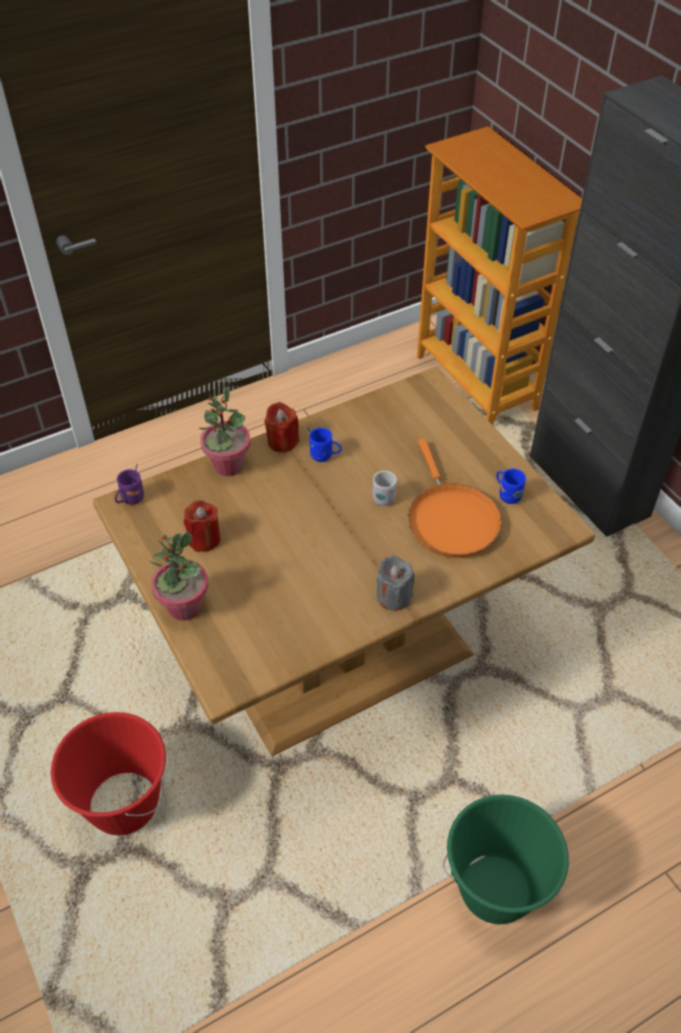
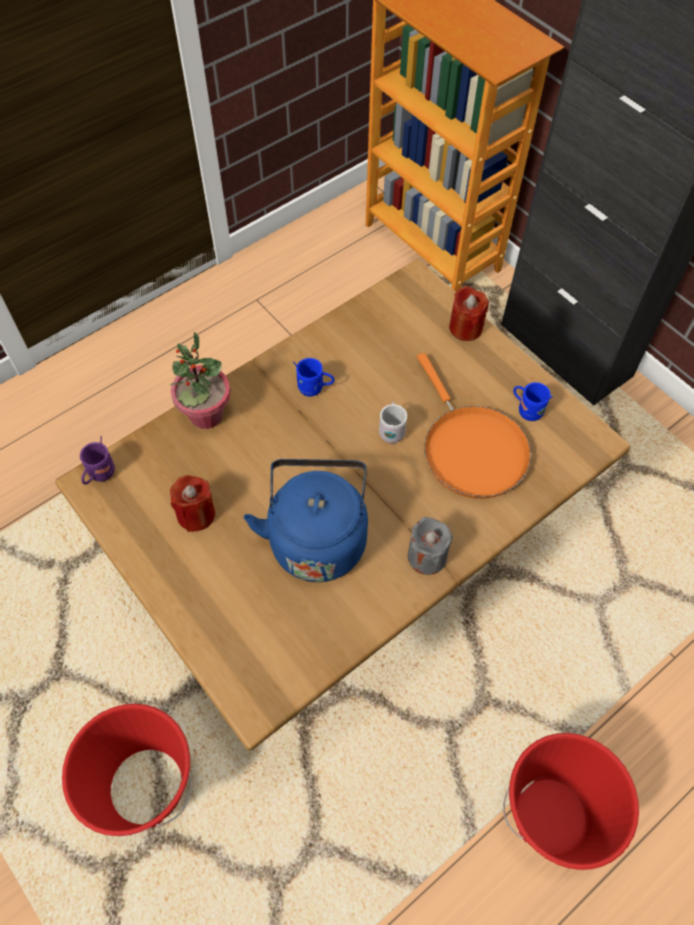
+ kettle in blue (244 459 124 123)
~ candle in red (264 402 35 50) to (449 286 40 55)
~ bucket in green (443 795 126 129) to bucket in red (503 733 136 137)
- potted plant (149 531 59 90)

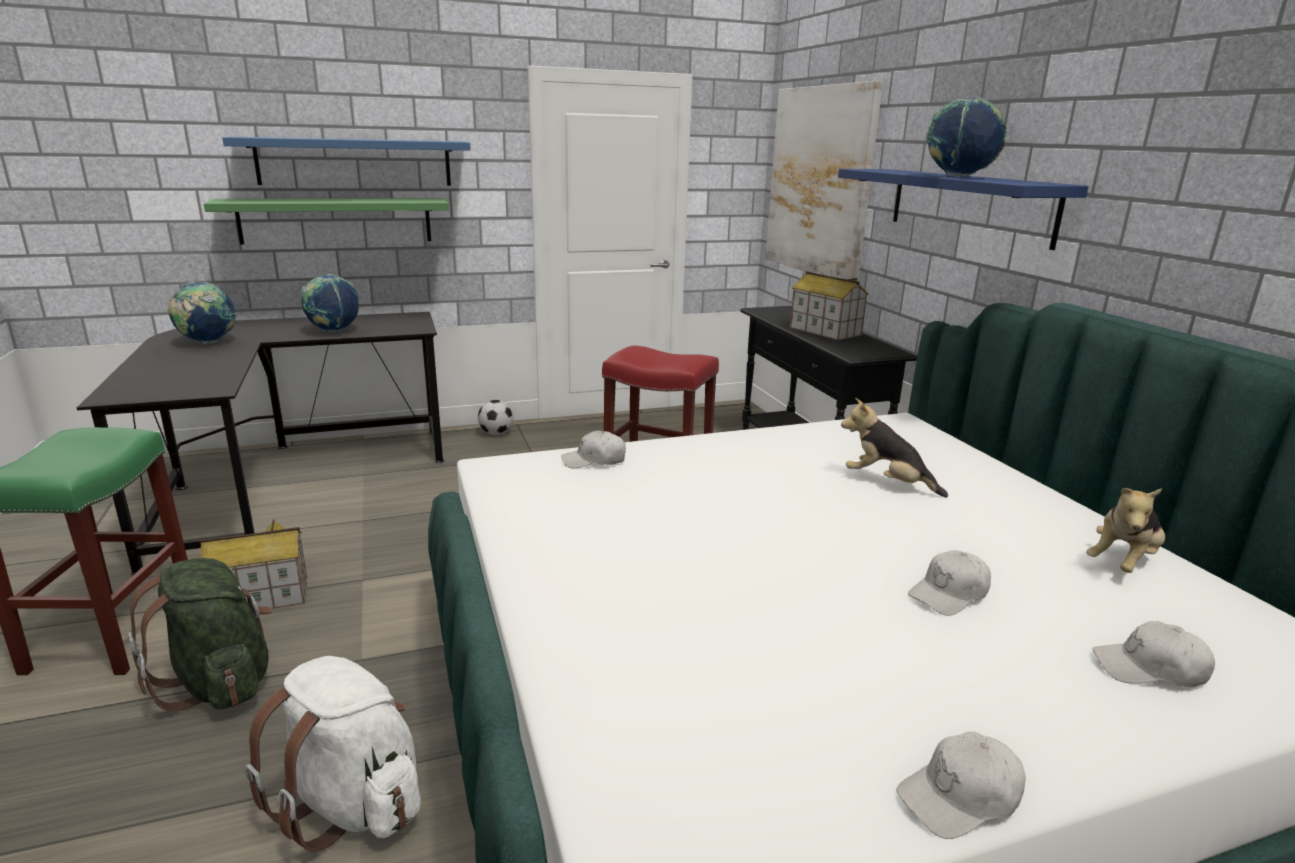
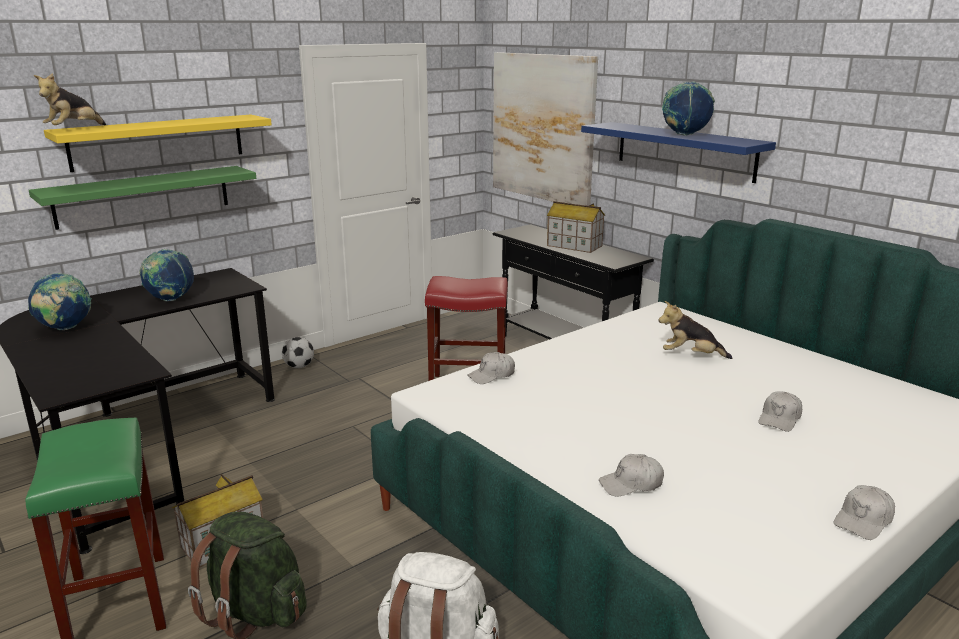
~ plush toy (1086 488 79 85) to (34 73 72 52)
~ shelf in blue (222 137 249 49) to shelf in yellow (44 115 228 57)
~ cap in white (1092 621 123 66) to (599 454 65 42)

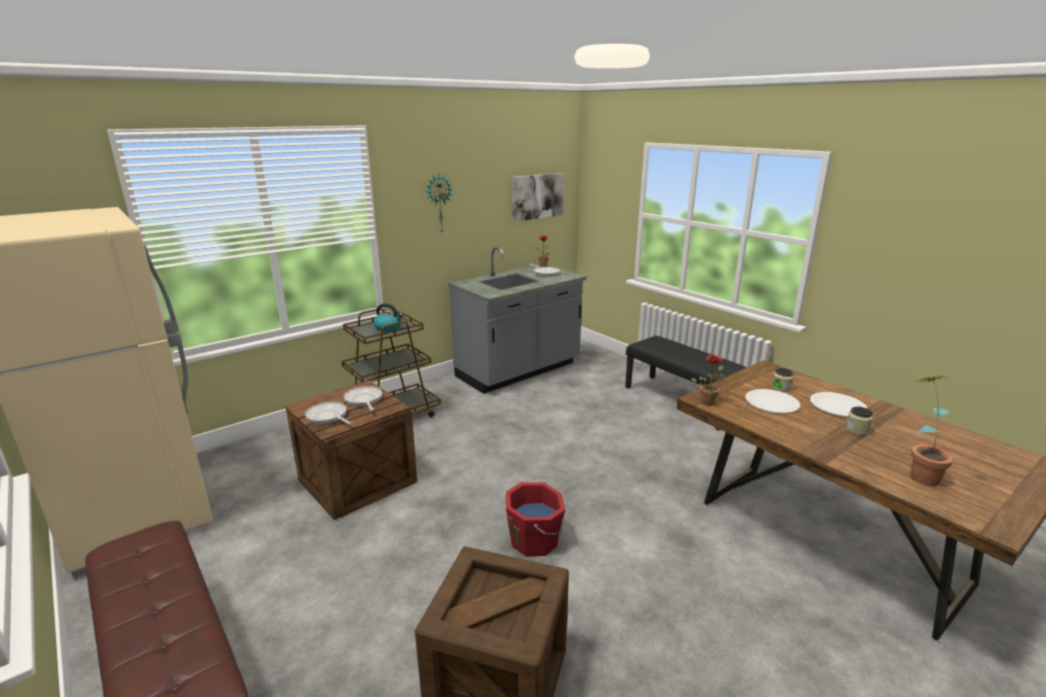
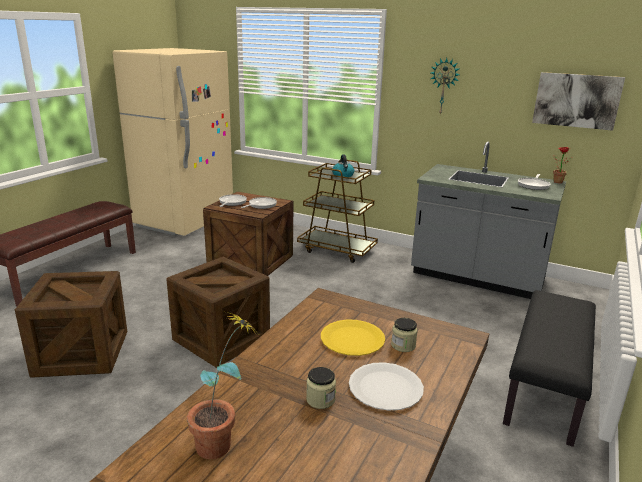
~ bucket in red (506 482 60 75) to crate (166 257 104 111)
~ plate in white (745 389 55 24) to plate in yellow (321 320 64 36)
- potted plant (691 355 34 51)

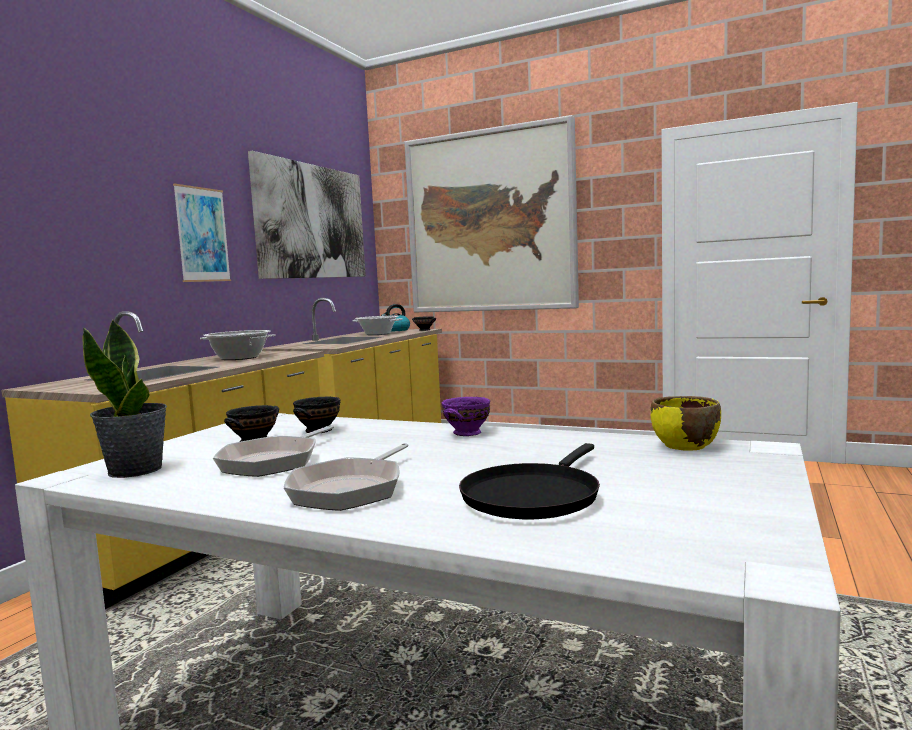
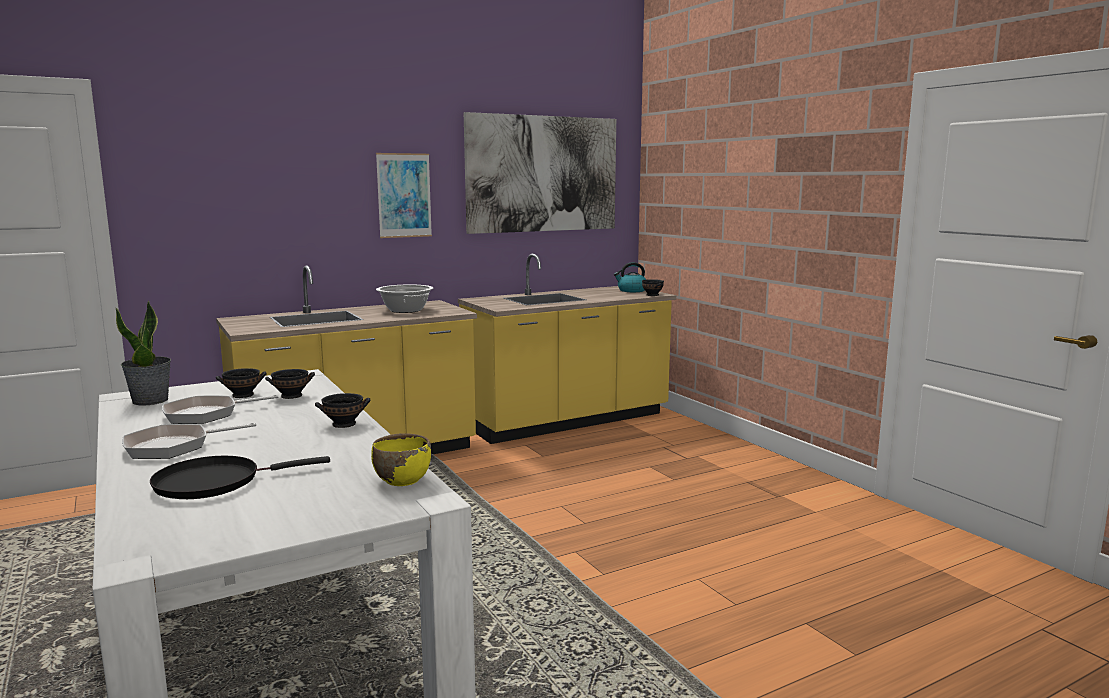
~ bowl in purple (442 397 48 39) to bowl in black (315 393 55 35)
- cooking pot (352 316 51 19)
- picture (404 115 175 197)

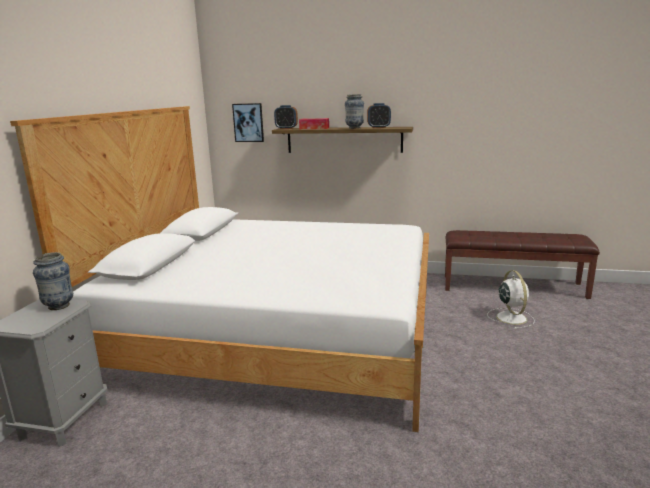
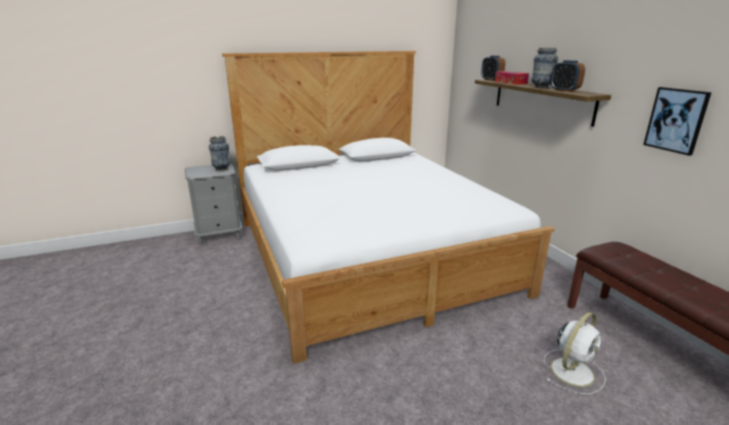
~ picture (232 103 32 39) to (643 87 69 69)

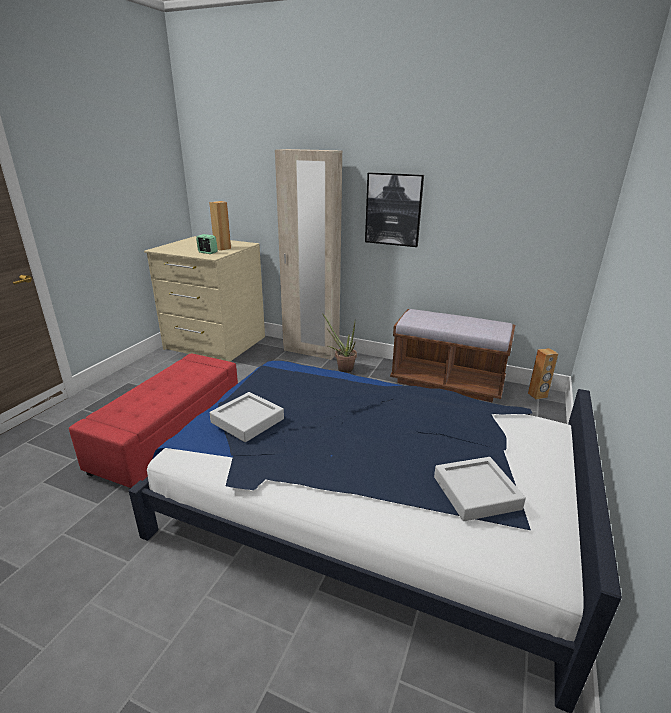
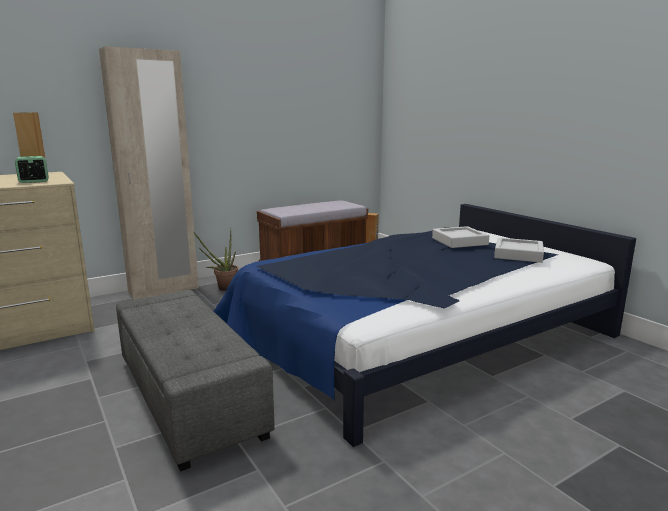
~ ottoman in red (69 353 169 135) to ottoman in grey (116 290 159 181)
~ tray in grey (210 392 74 50) to (432 226 57 22)
- picture (365 172 59 75)

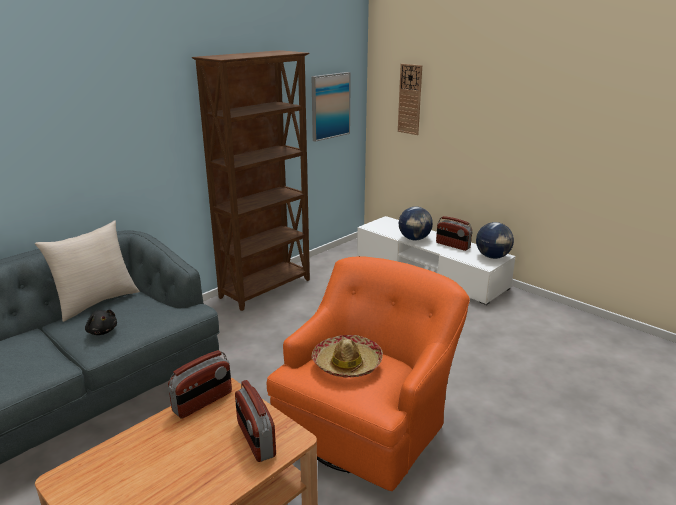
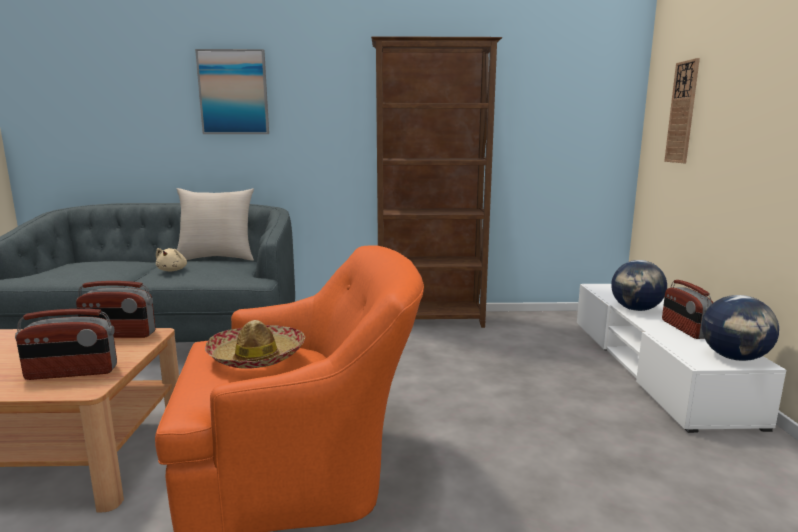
~ radio (235 380 41 82) = (15 309 102 71) 120 degrees counterclockwise
~ plush toy in black (85 309 32 26) to plush toy in beige (156 248 31 23)
~ picture (311 72 40 70) to (195 49 74 85)

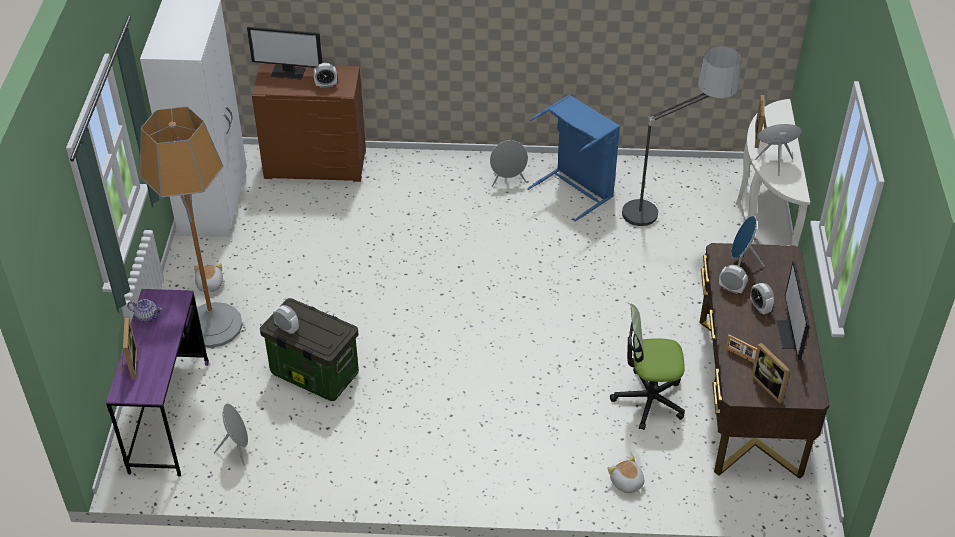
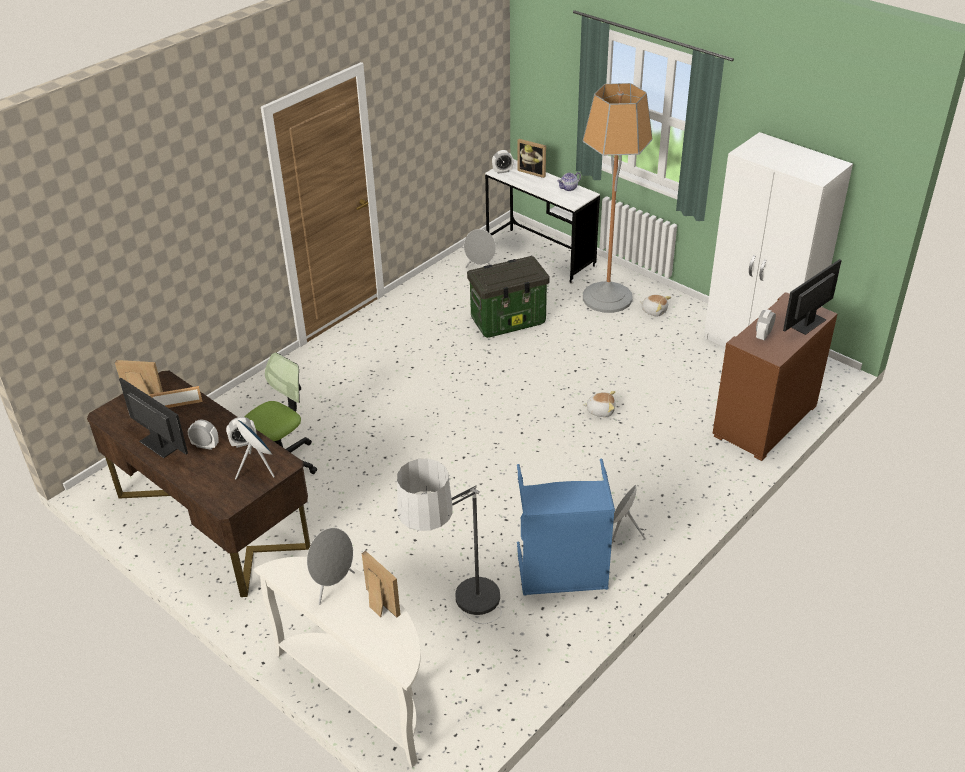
~ desk in purple (106 289 103 187) to desk in white (485 159 115 125)
~ alarm clock (273 305 26 29) to (492 150 21 24)
~ plush toy (607 455 37 38) to (583 391 33 26)

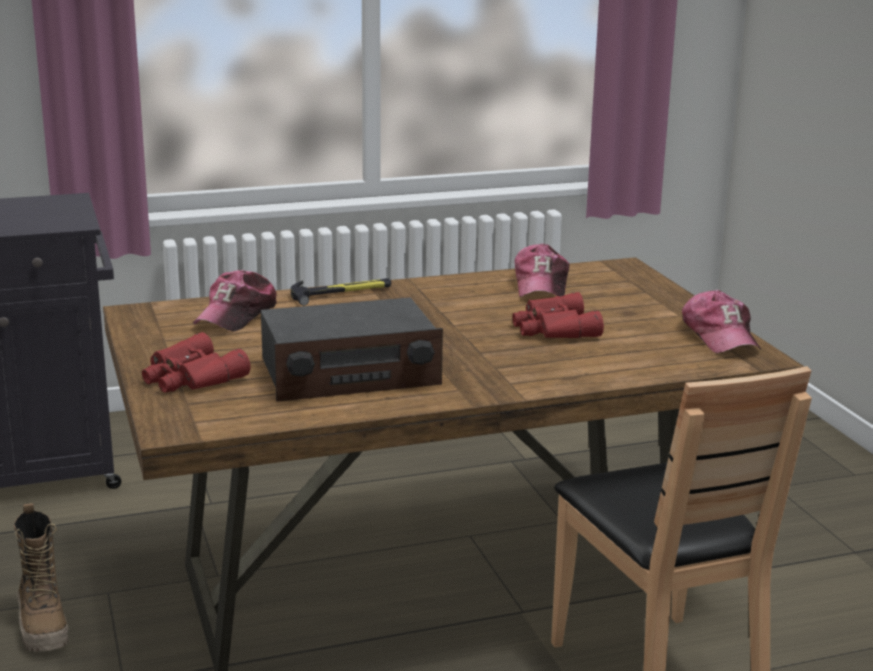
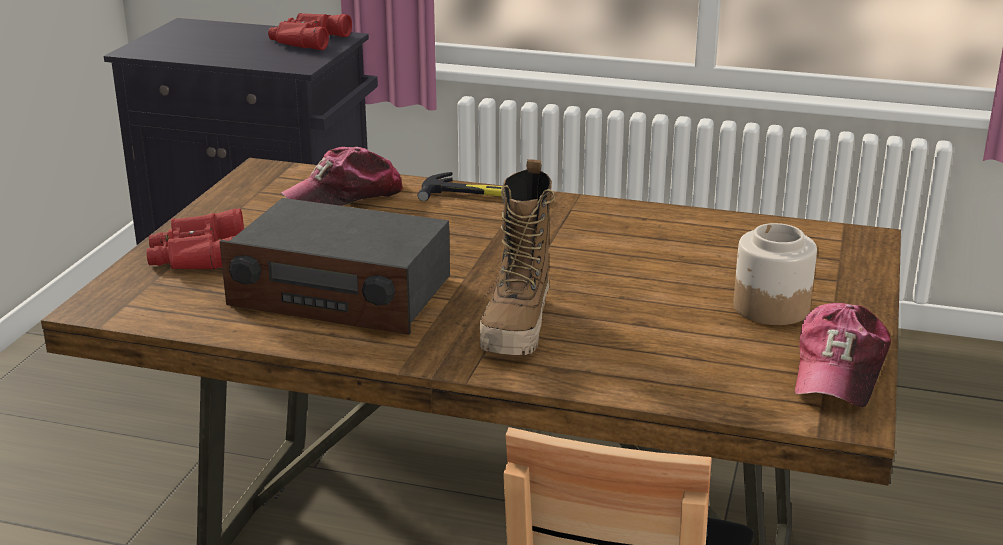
~ binoculars in red (512 292 92 46) to (268 13 84 37)
~ boot (14 503 55 149) to (480 159 75 196)
+ jar (733 223 84 102)
- cap (515 243 55 54)

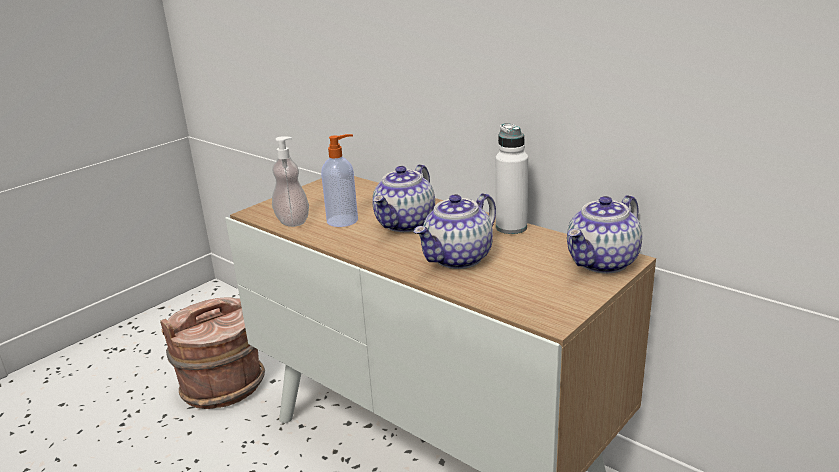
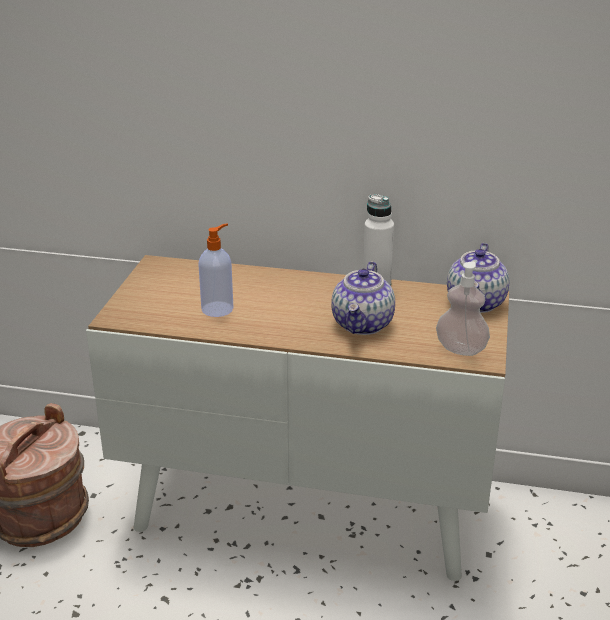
~ soap dispenser (272 136 37 91) to (436 262 54 94)
- teapot (372 164 63 68)

